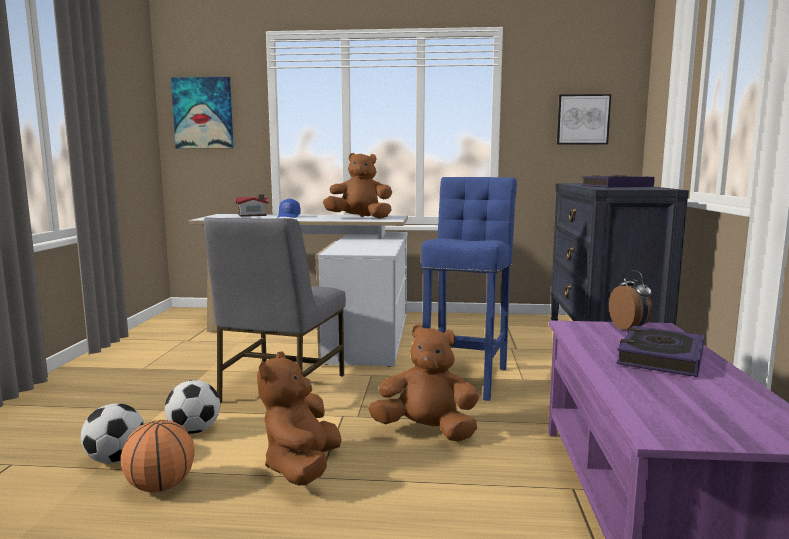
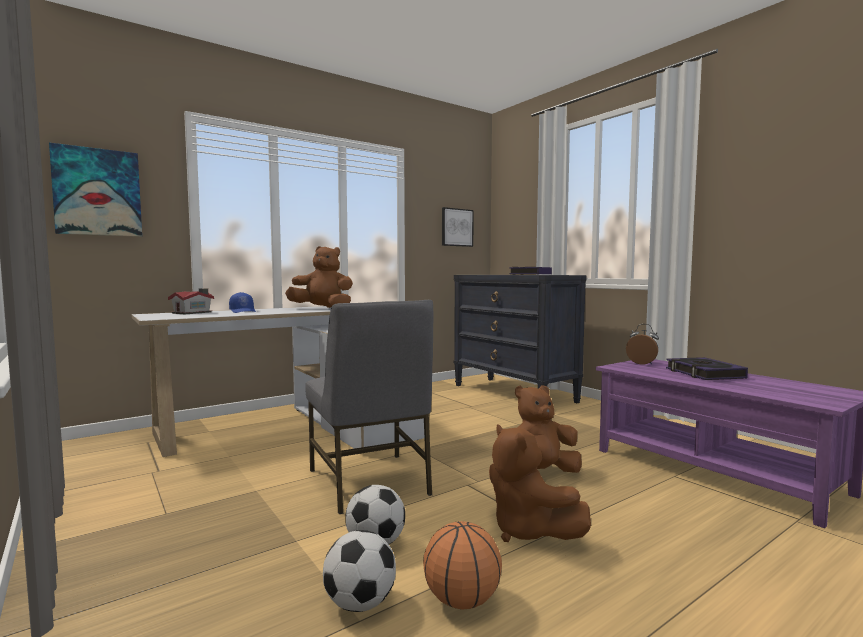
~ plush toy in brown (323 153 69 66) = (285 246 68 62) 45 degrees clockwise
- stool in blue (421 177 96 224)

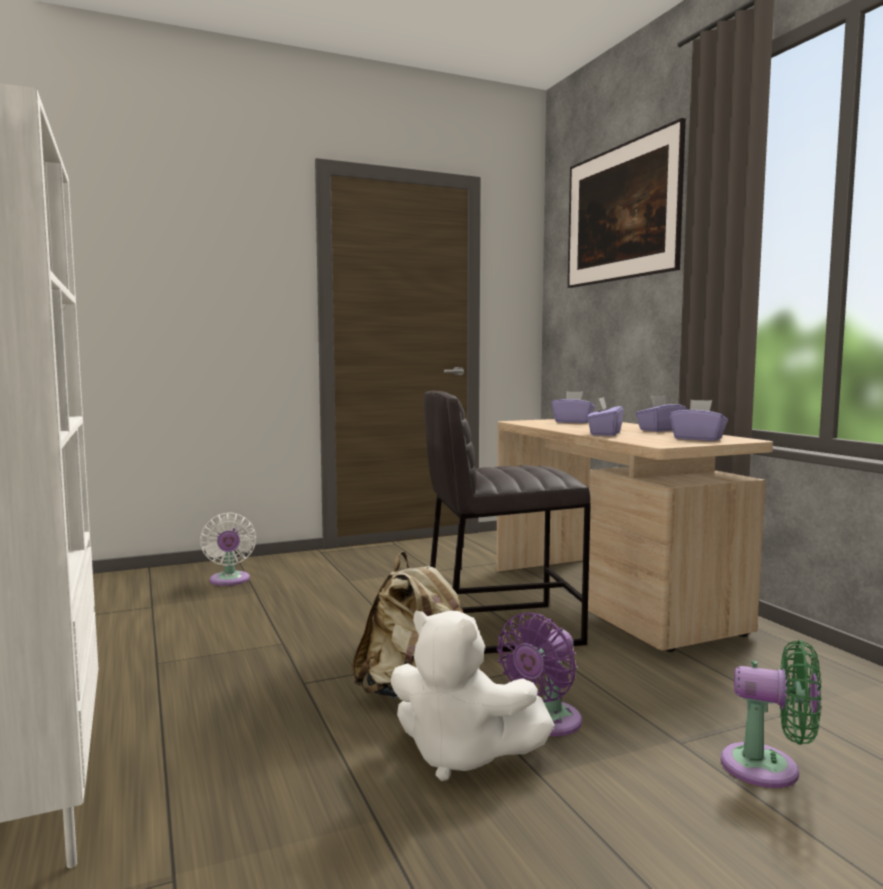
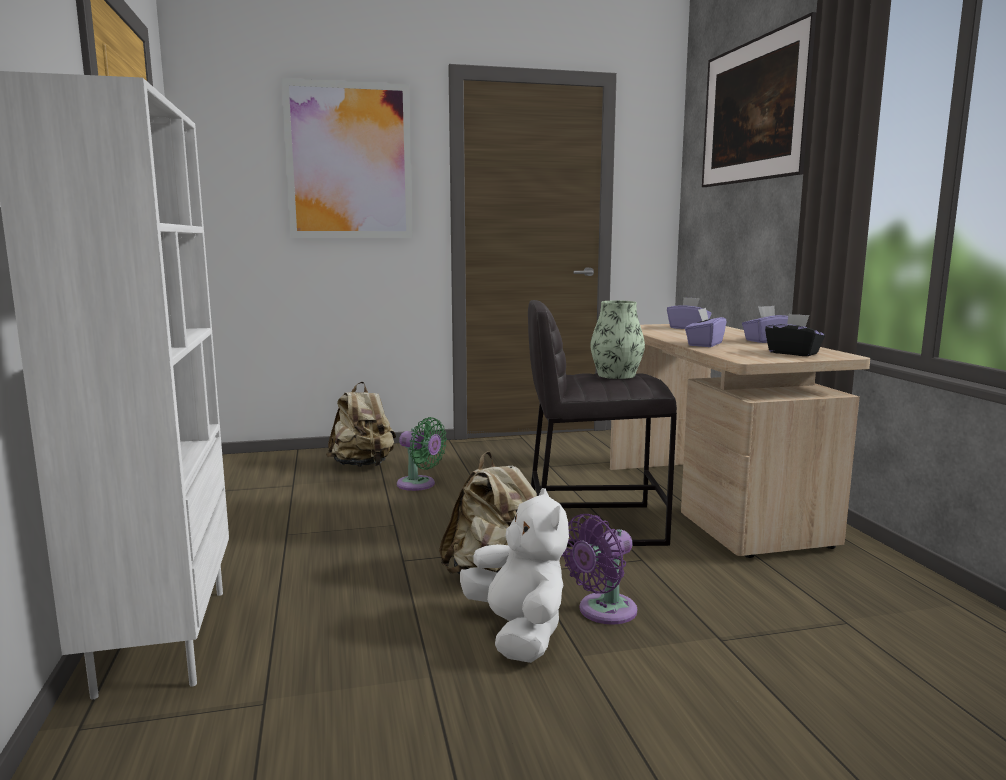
+ picture (281 78 132 160)
~ fan in white (200 512 56 74) to backpack in beige (326 382 70 85)
~ fan in green (721 640 100 148) to (397 417 50 74)
~ plush toy in white (391 611 164 170) = (460 488 109 175) 150 degrees counterclockwise
+ vase (590 301 55 78)
~ tissue box in purple (670 400 58 41) to tissue box in black (765 314 60 42)

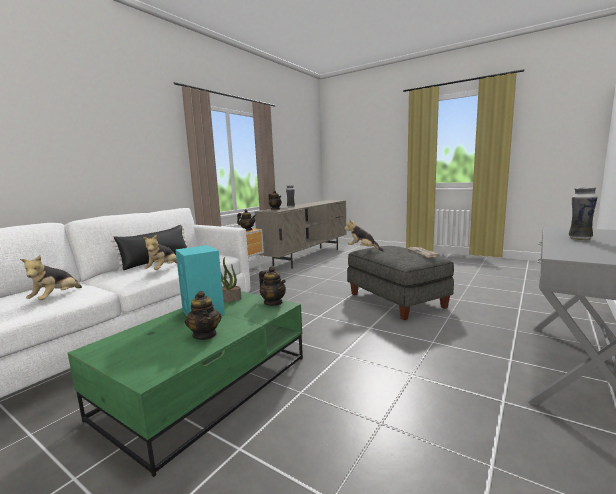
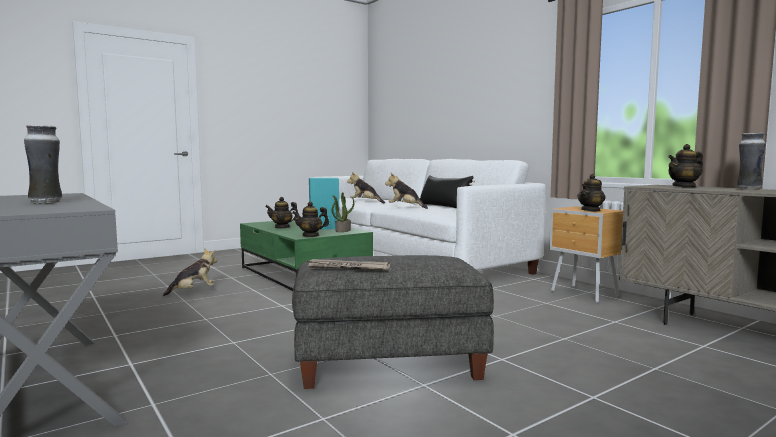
~ plush toy (344 219 40 32) to (163 249 54 47)

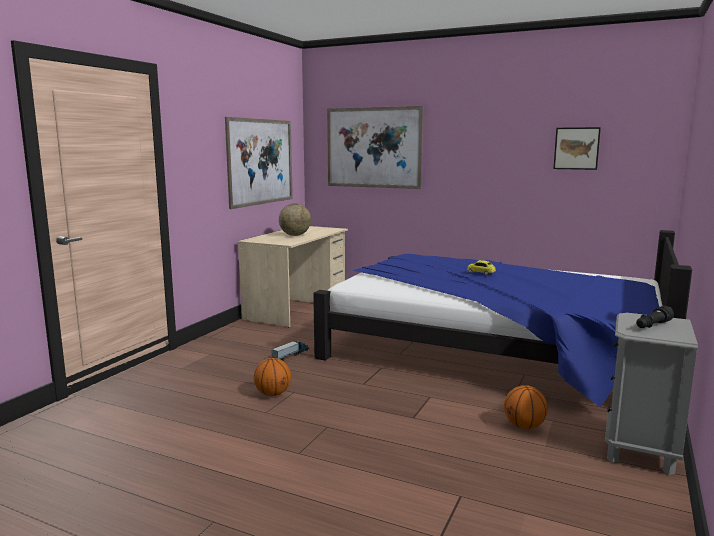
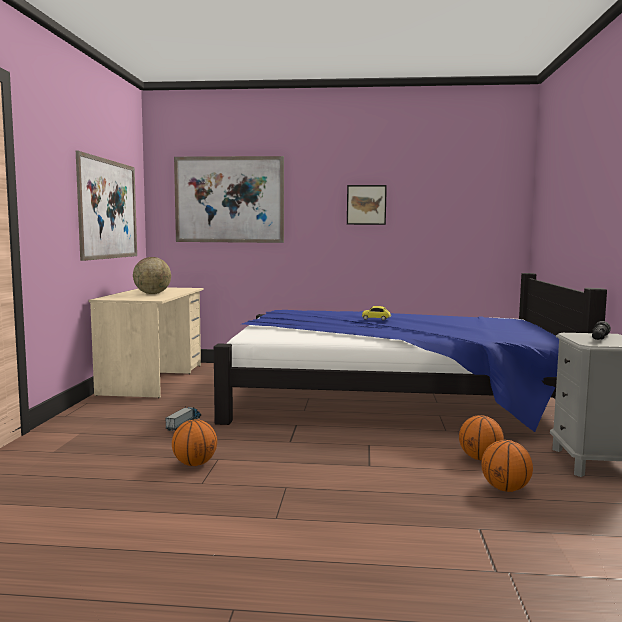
~ picture (553 127 48 43) to (347 185 40 40)
+ basketball (481 440 52 52)

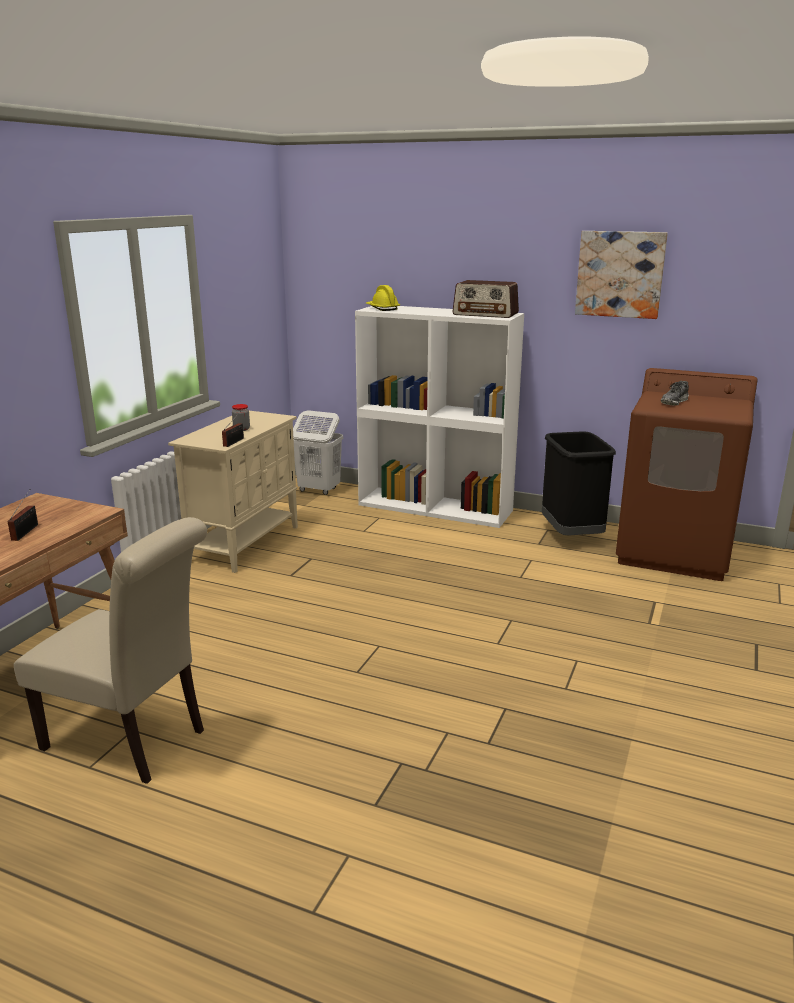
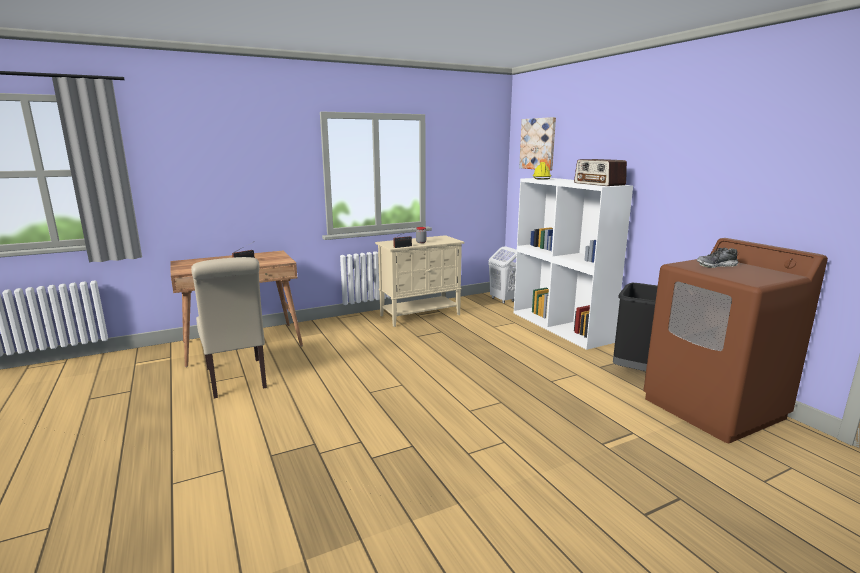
~ picture (575 231 93 88) to (519 117 37 54)

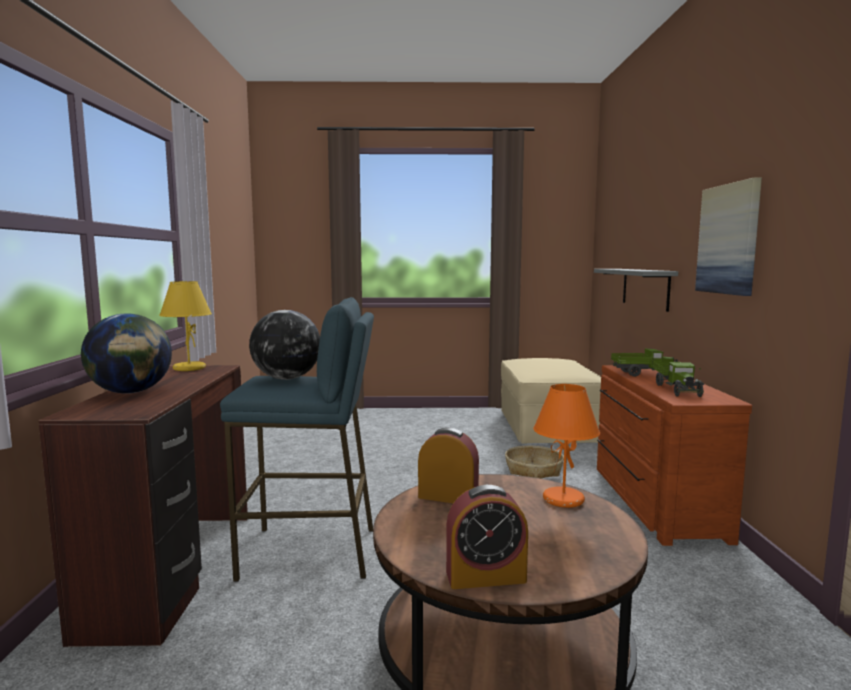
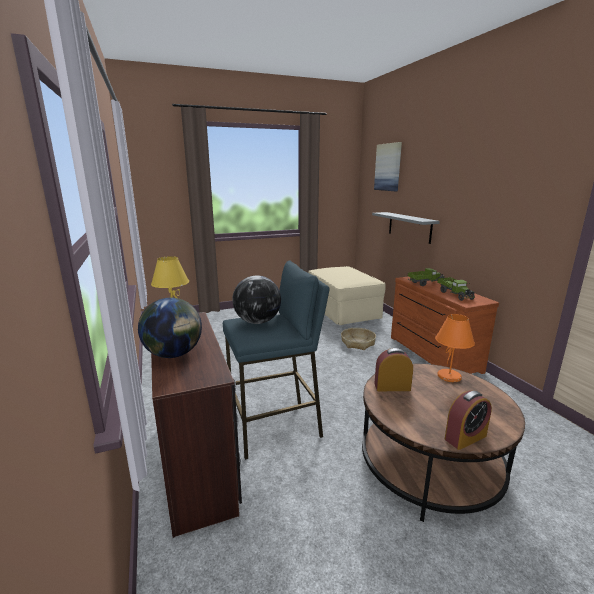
~ picture (695 178 67 118) to (374 142 28 49)

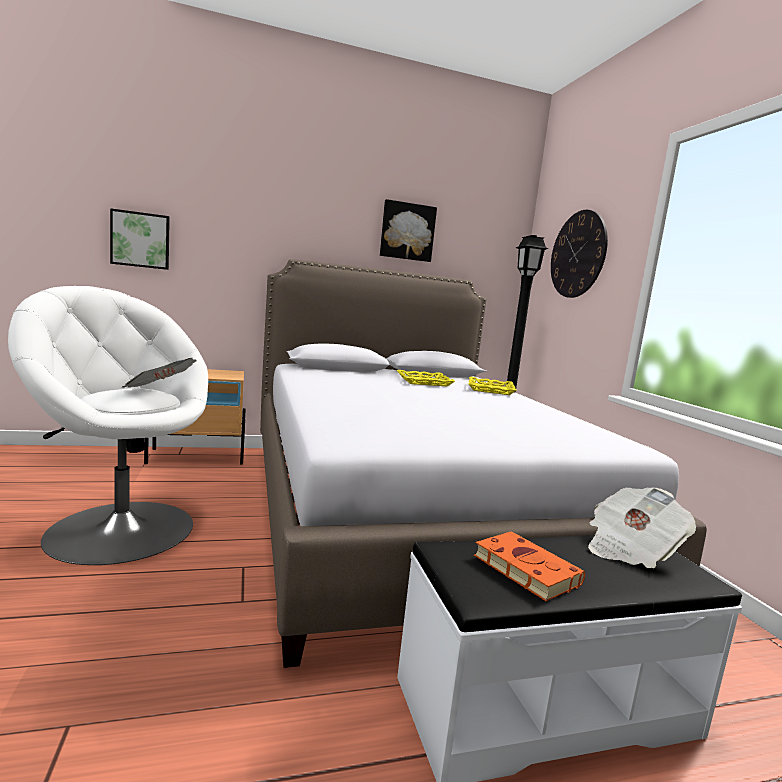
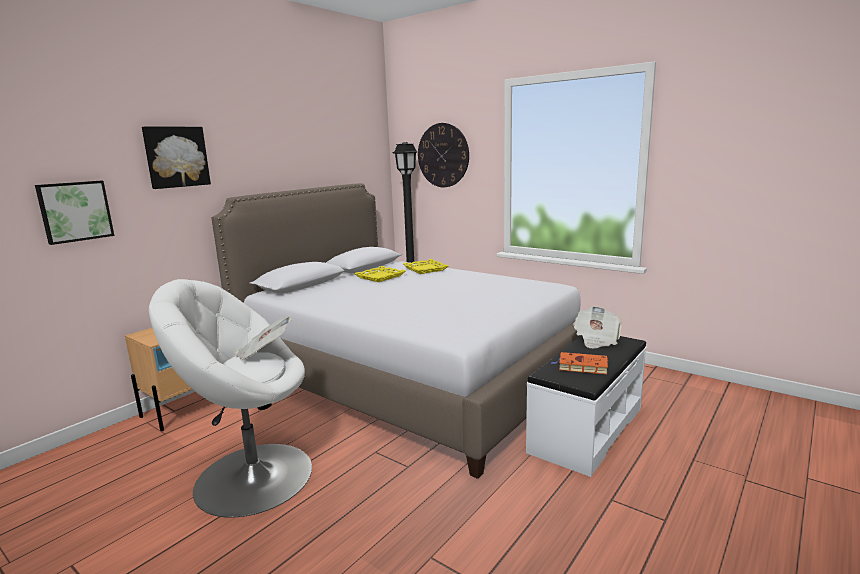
~ picture (380 199 57 63) to (142 126 69 63)

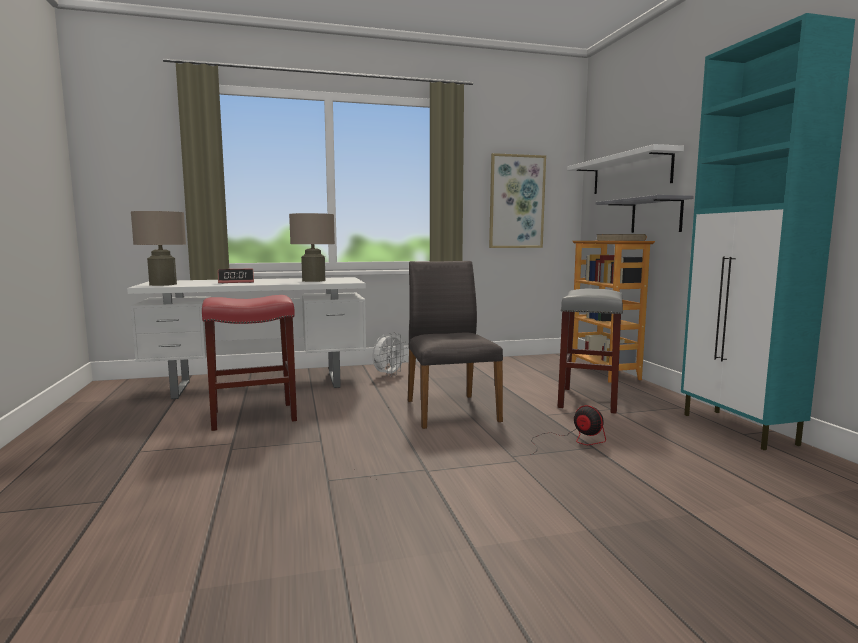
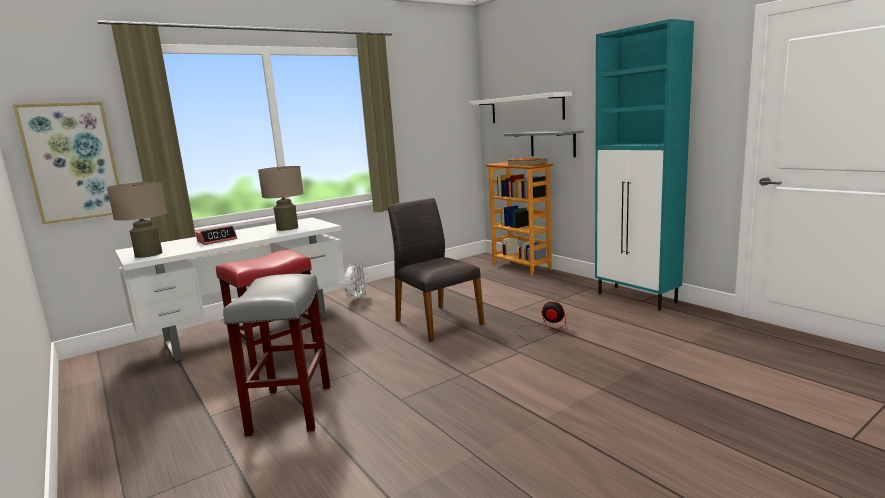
~ picture (489 153 57 95) to (13 102 107 122)
~ stool in grey (558 288 65 126) to (223 274 107 162)

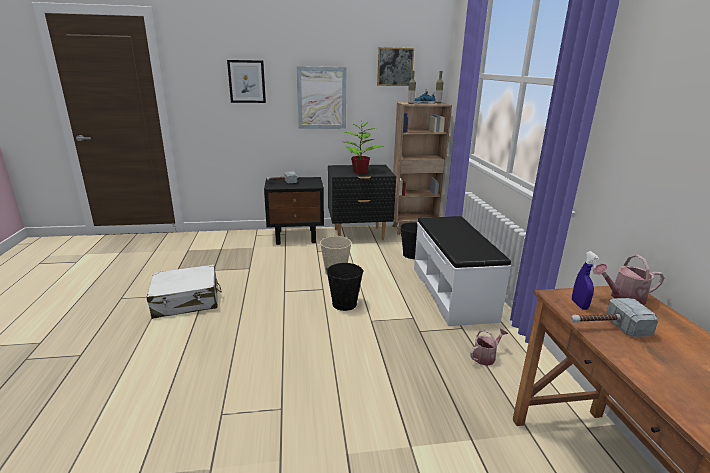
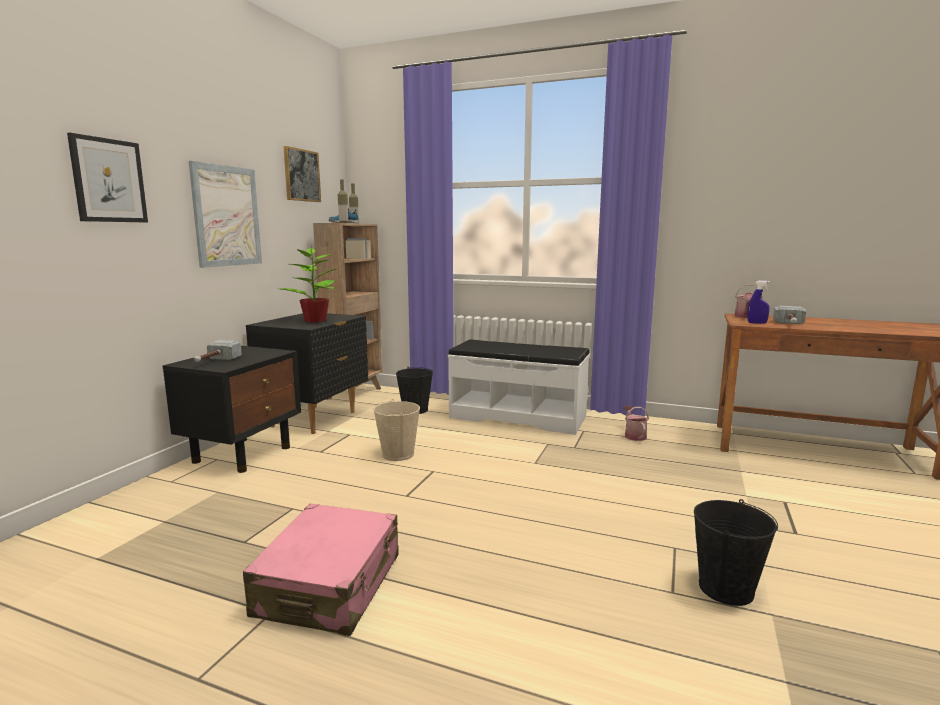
~ suitcase in white (147 264 75 55) to suitcase in pink (243 504 156 132)
~ bucket in black (326 263 38 48) to (694 499 84 107)

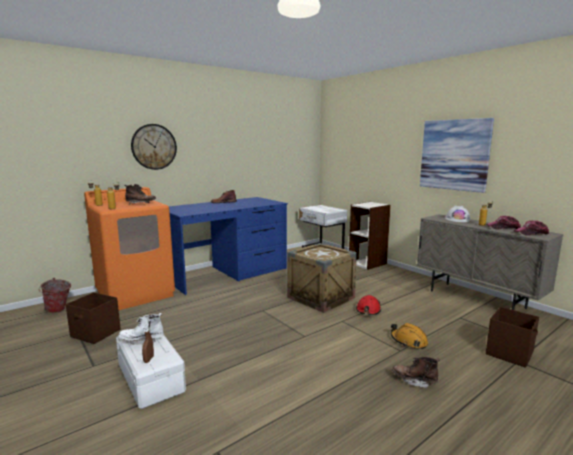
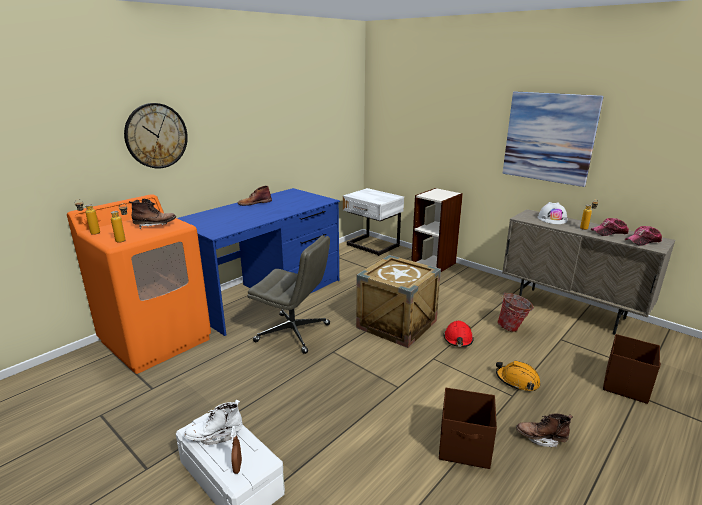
+ office chair in grey (248 235 82 119)
~ storage box in brown (66 292 55 52) to (439 388 58 81)
~ bucket (39 278 32 35) to (497 292 37 40)

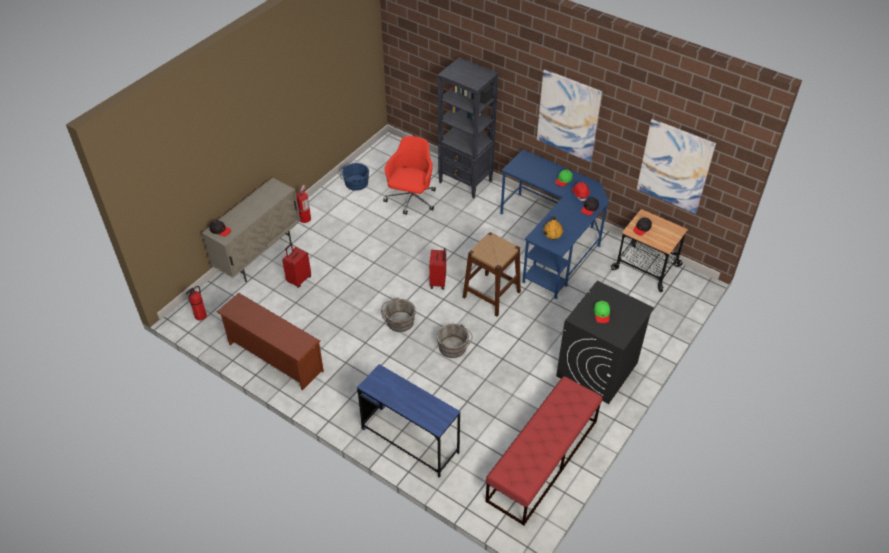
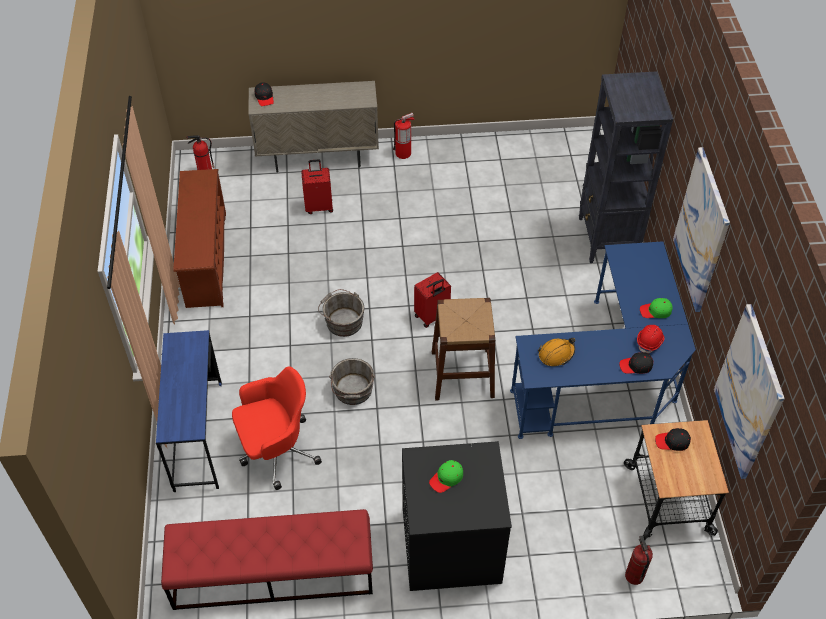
~ office chair in red (383 136 53 79) to (232 366 90 124)
+ fire extinguisher (625 535 28 50)
- bucket in blue (340 163 29 28)

